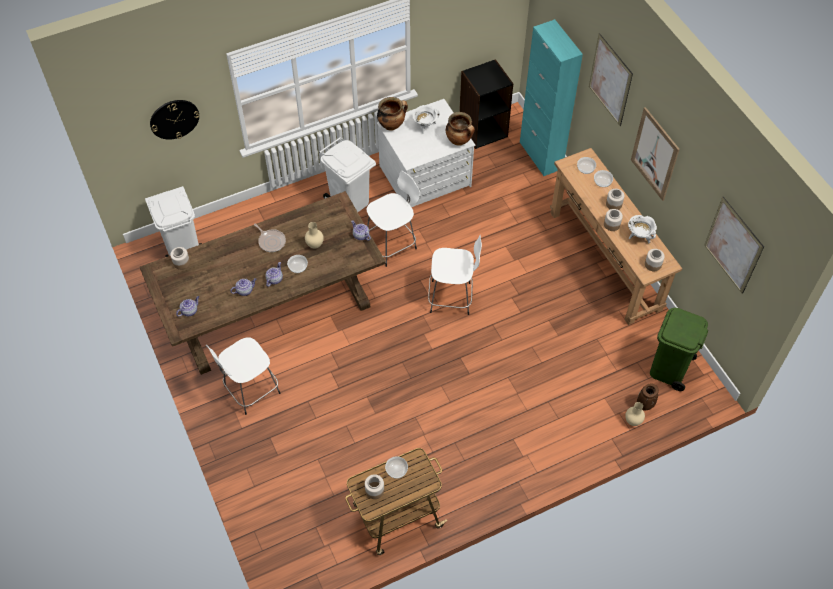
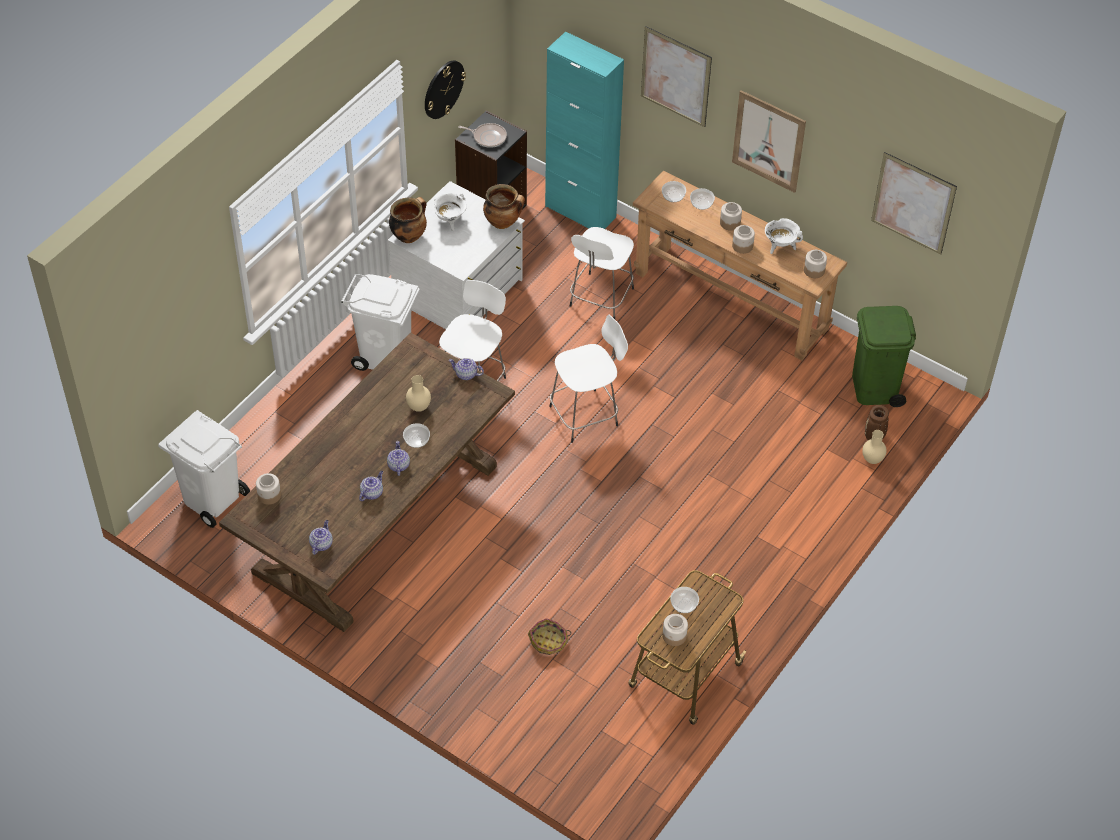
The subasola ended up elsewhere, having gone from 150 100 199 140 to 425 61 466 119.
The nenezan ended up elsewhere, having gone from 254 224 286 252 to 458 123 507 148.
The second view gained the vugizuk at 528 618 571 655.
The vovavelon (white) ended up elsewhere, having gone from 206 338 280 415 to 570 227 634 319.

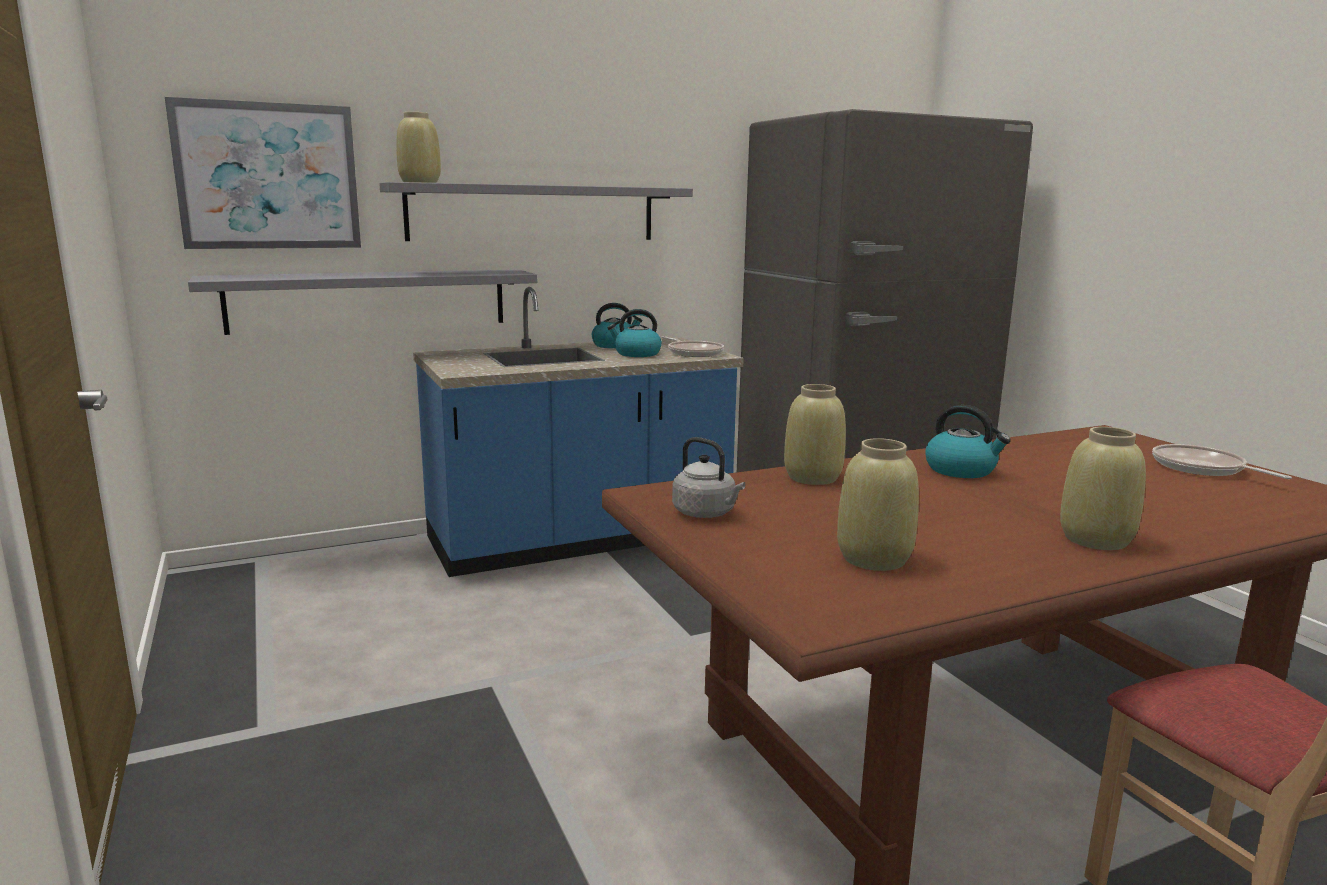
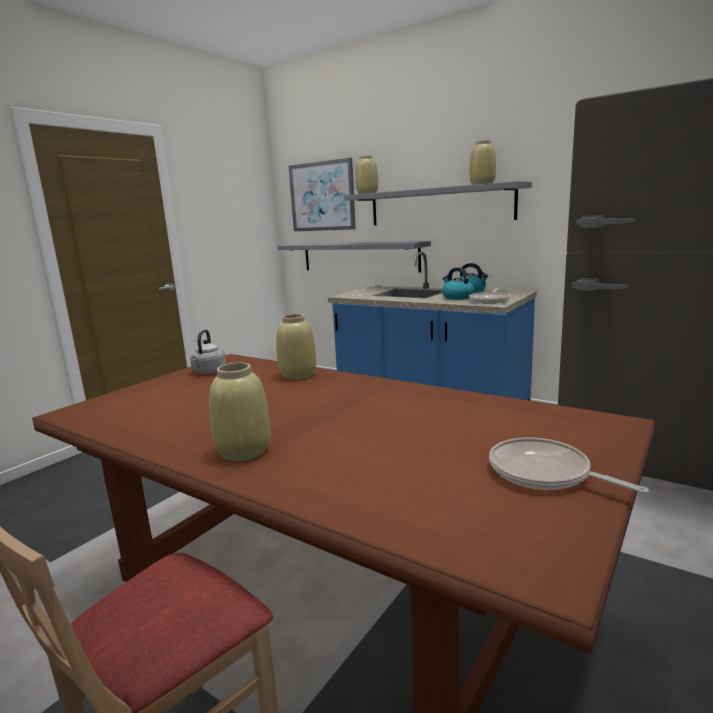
The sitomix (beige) ended up elsewhere, having gone from 837 438 919 571 to 469 140 496 185.
The nenezan at 1152 444 1292 479 ended up facing another way, 75 degrees counterclockwise from before.
The second view lost the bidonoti at 925 405 1011 478.

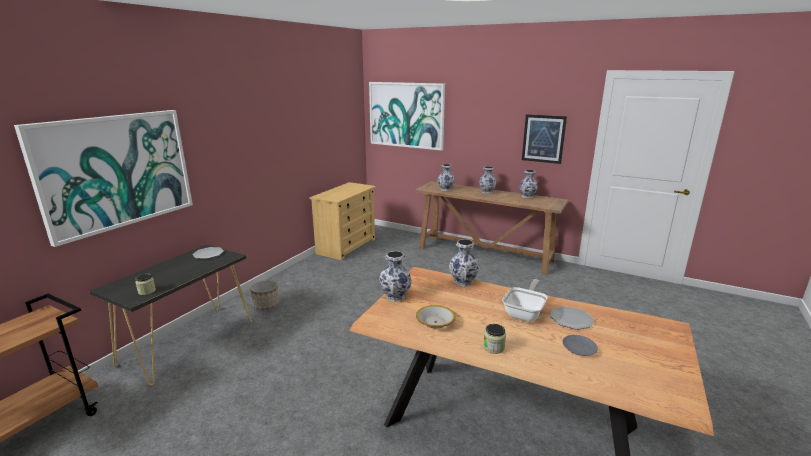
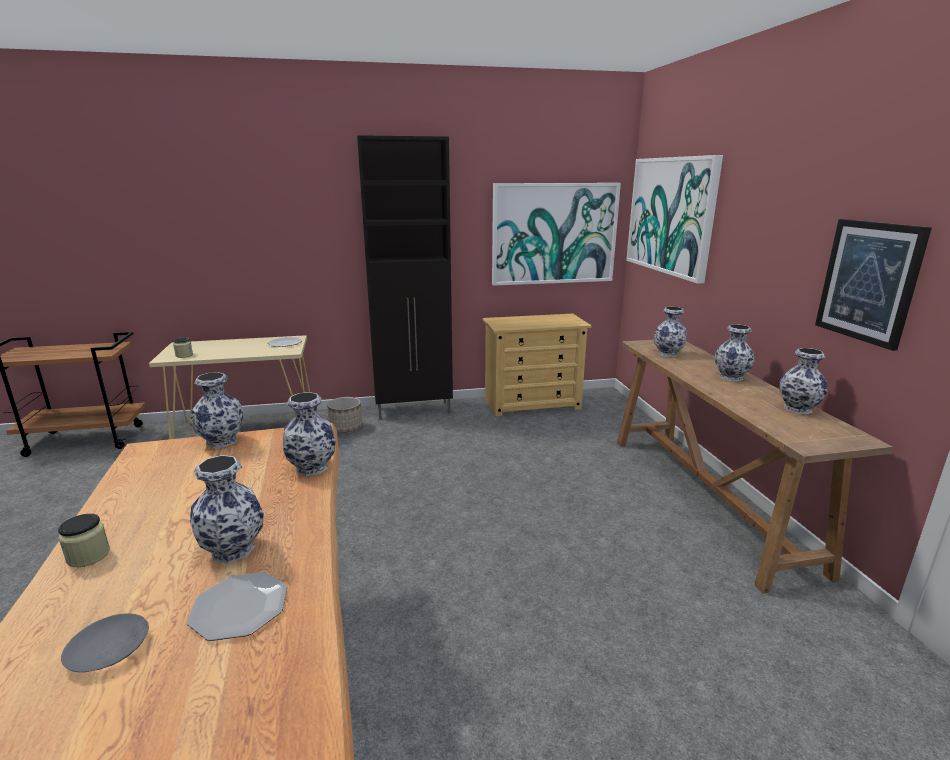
What was the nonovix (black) at 89 244 252 386 turned into the nonovix (beige) at 149 335 310 439.
Where the nenezan stood at 502 279 548 322, the sitomix came to stand at 190 455 264 563.
The second view gained the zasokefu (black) at 357 135 453 419.
The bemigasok ended up elsewhere, having gone from 14 110 193 247 to 492 183 621 286.
The second view lost the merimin at 416 305 455 328.

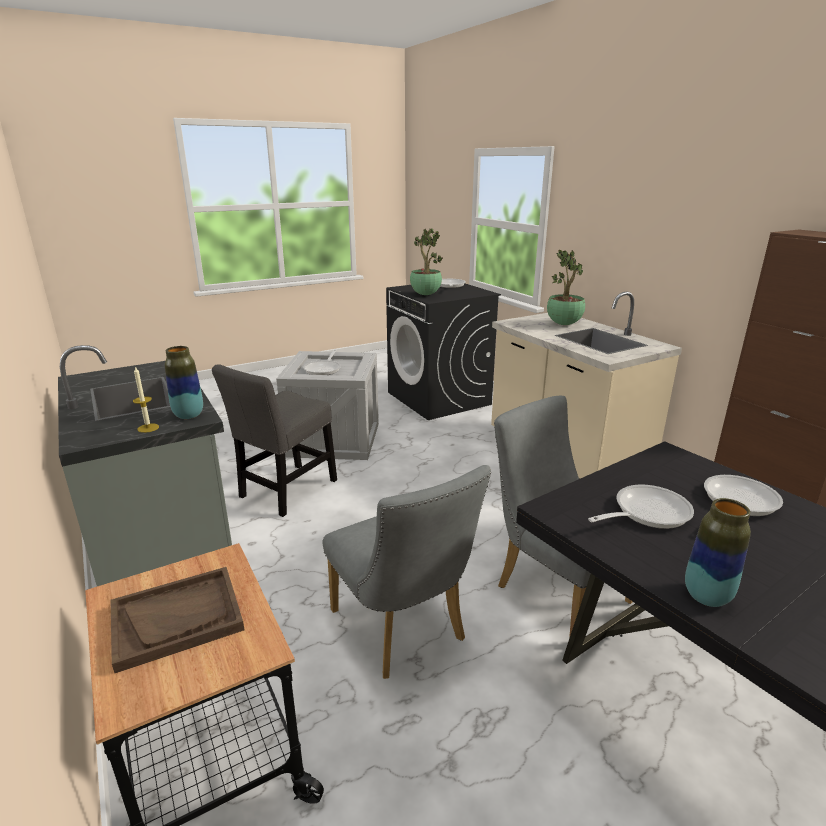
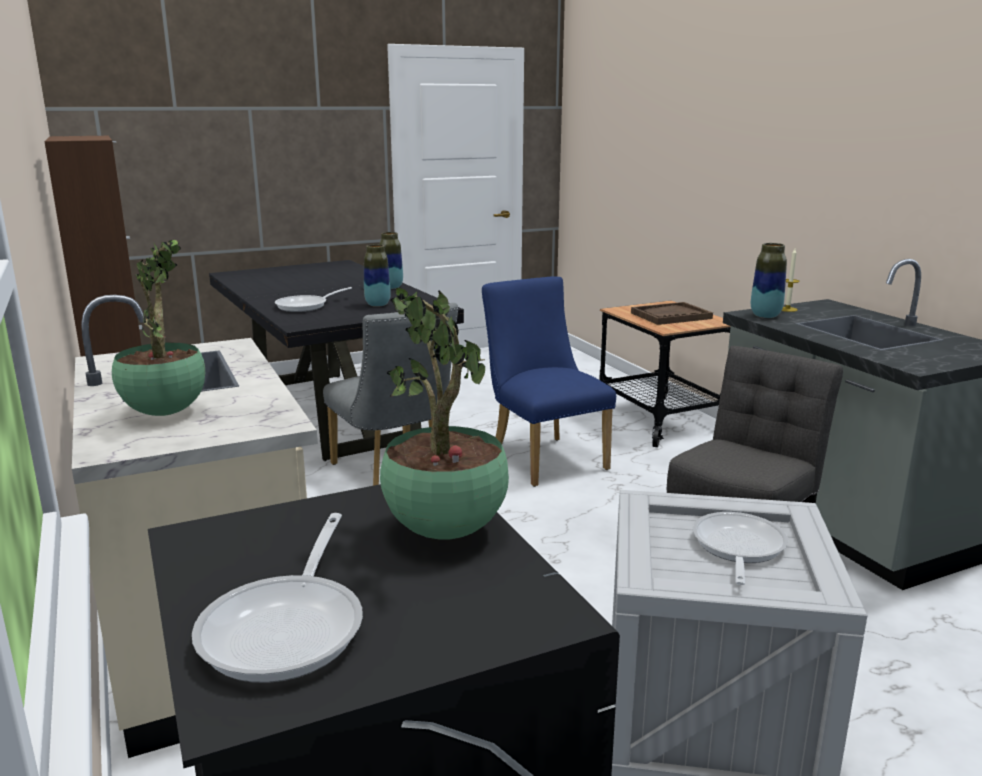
Where the nenezan stood at 588 485 694 529, the sitomix came to stand at 364 244 391 307.
What was the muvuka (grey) at 323 465 491 679 turned into the muvuka (blue) at 482 277 616 487.

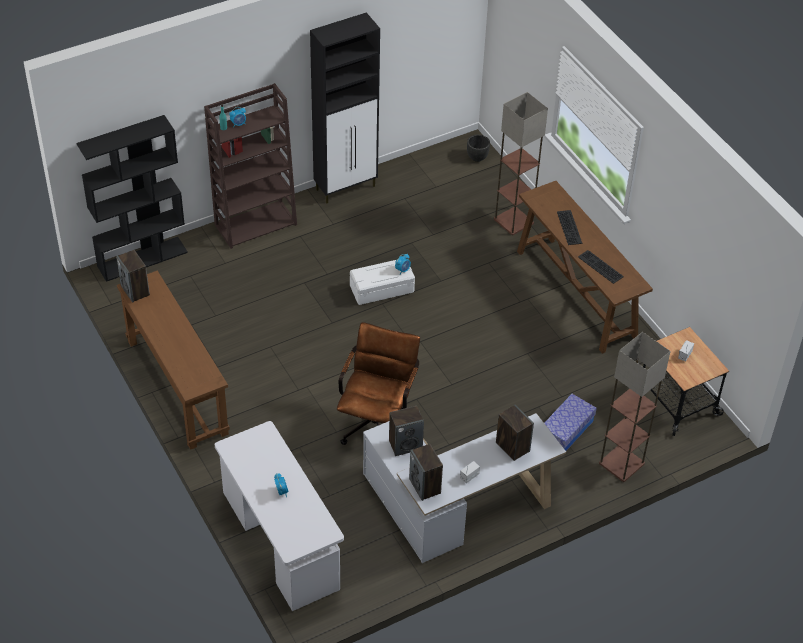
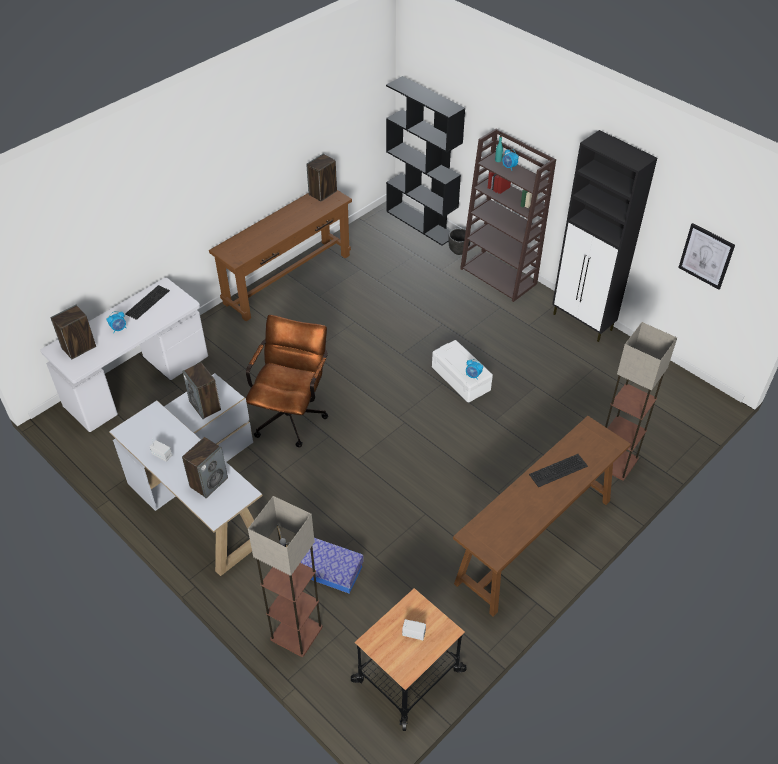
The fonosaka ended up elsewhere, having gone from 409 444 443 501 to 50 305 96 359.
The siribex ended up elsewhere, having gone from 578 250 624 284 to 125 285 170 320.
The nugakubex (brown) at 337 322 420 445 ended up facing another way, 75 degrees counterclockwise from before.
The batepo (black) ended up elsewhere, having gone from 467 134 490 162 to 448 228 471 255.
The second view gained the bemigasok at 678 223 735 290.

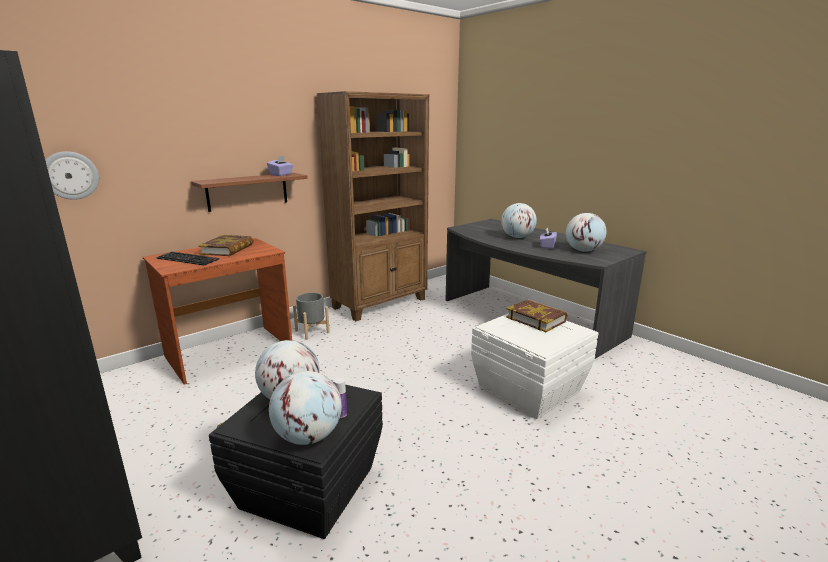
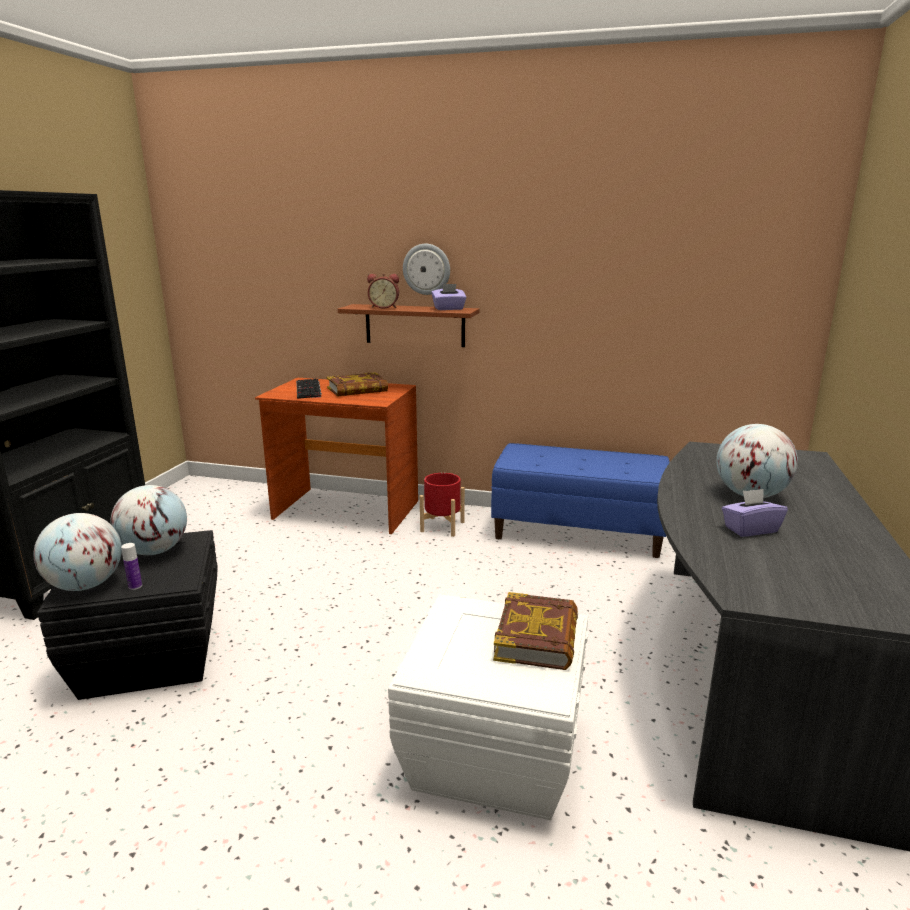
The second view gained the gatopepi at 367 274 399 309.
The subasola ended up elsewhere, having gone from 45 151 99 200 to 403 244 450 295.
What was the batepo (grey) at 293 293 330 340 turned into the batepo (red) at 420 473 465 537.
Where the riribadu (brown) stood at 317 91 429 321, the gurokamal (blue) came to stand at 491 443 670 558.
The second view lost the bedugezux at 566 213 607 252.

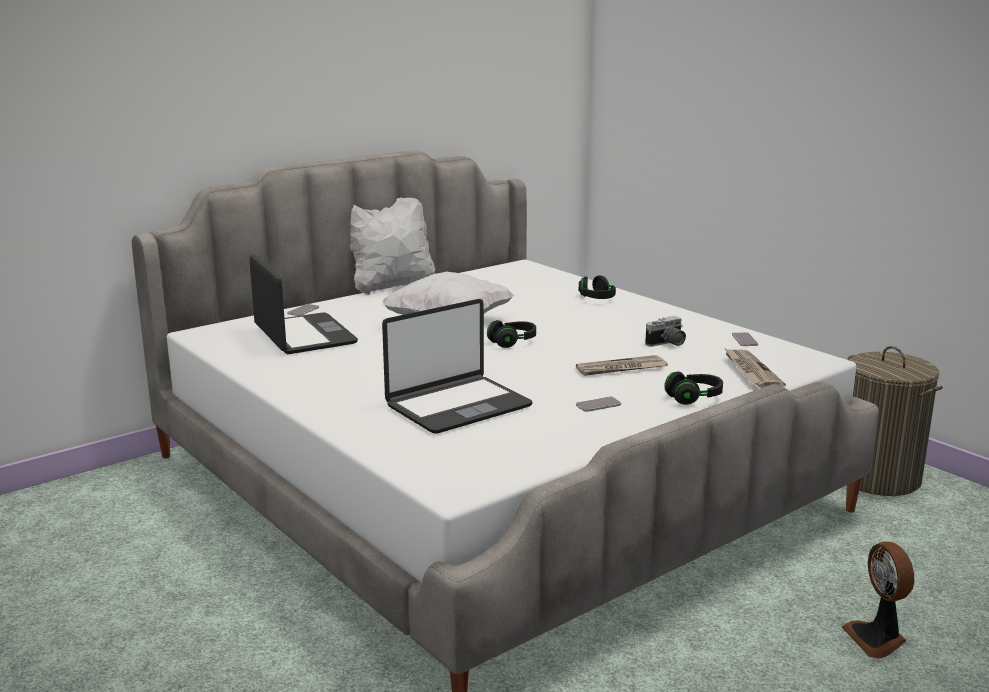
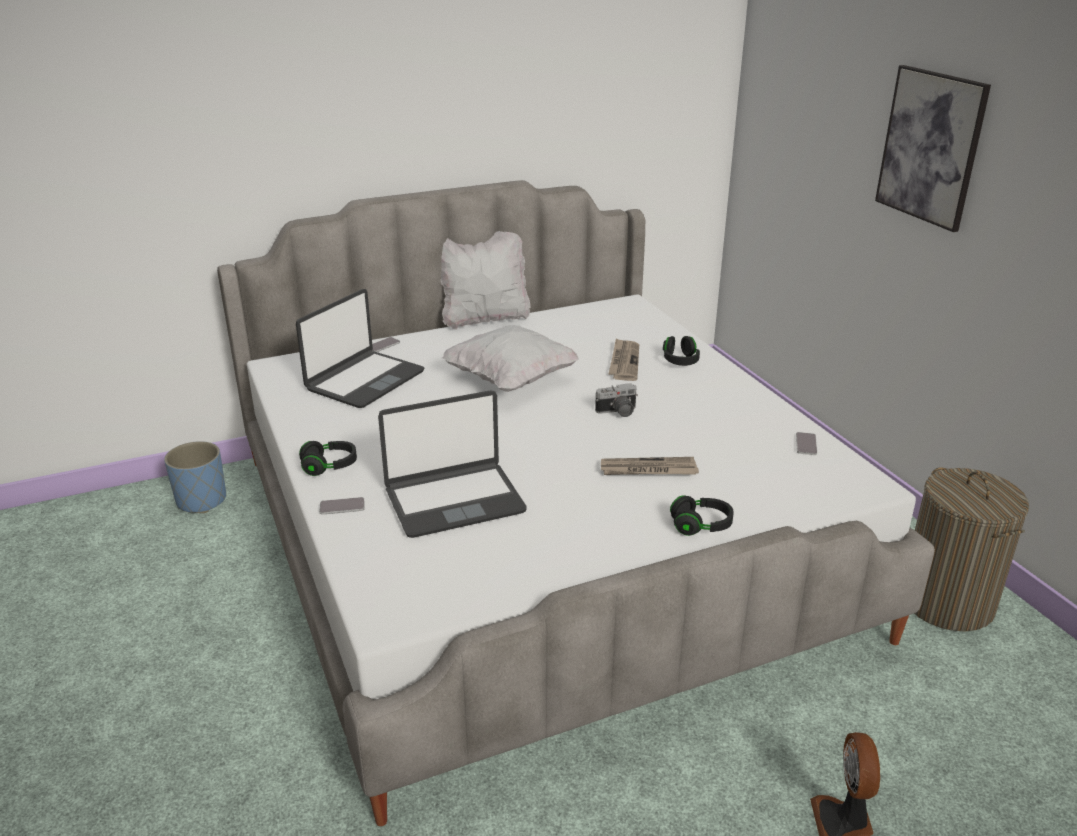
The second view gained the batepo (blue) at 164 441 226 513.
The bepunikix at 249 254 358 354 ended up facing another way, 45 degrees clockwise from before.
The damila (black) ended up elsewhere, having gone from 487 320 536 348 to 299 441 357 476.
The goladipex ended up elsewhere, having gone from 576 396 621 412 to 319 497 365 515.
The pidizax ended up elsewhere, having gone from 645 316 686 347 to 595 383 638 417.
The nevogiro ended up elsewhere, having gone from 724 348 786 388 to 609 338 639 381.
The second view gained the bemigasok at 875 65 991 232.

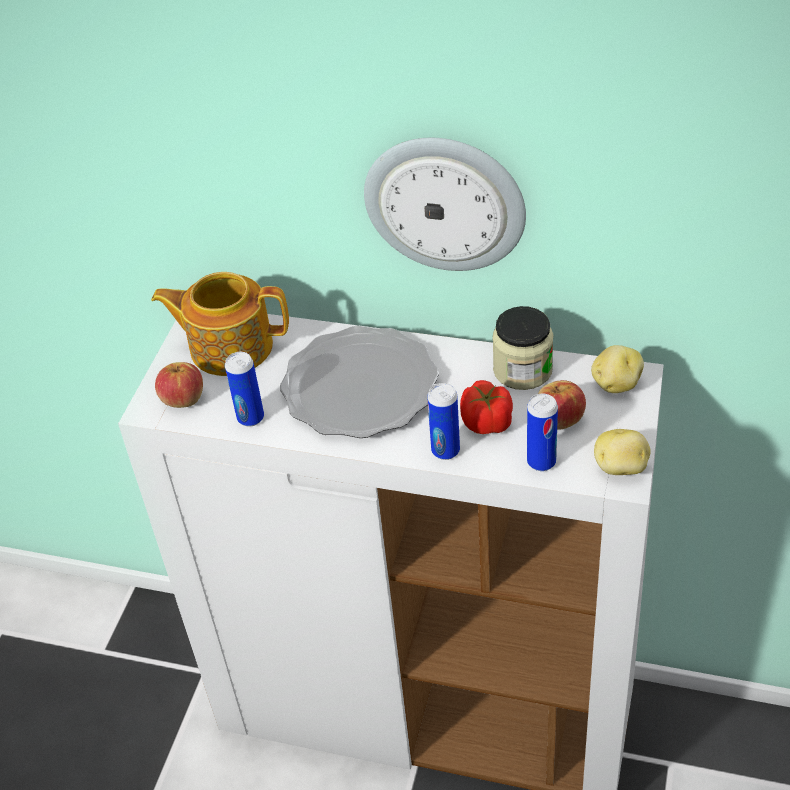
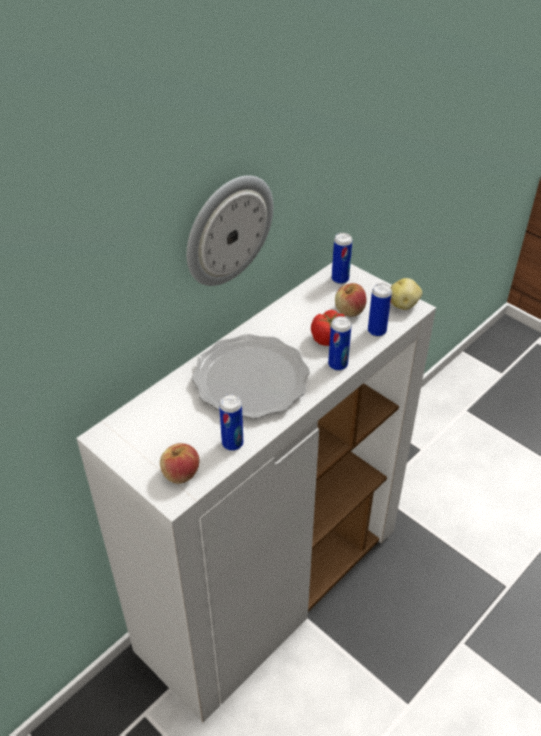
Where the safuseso stood at 591 345 644 393, the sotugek came to stand at 332 233 352 284.
The second view lost the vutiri at 151 272 289 376.
The second view lost the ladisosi at 492 306 553 390.

